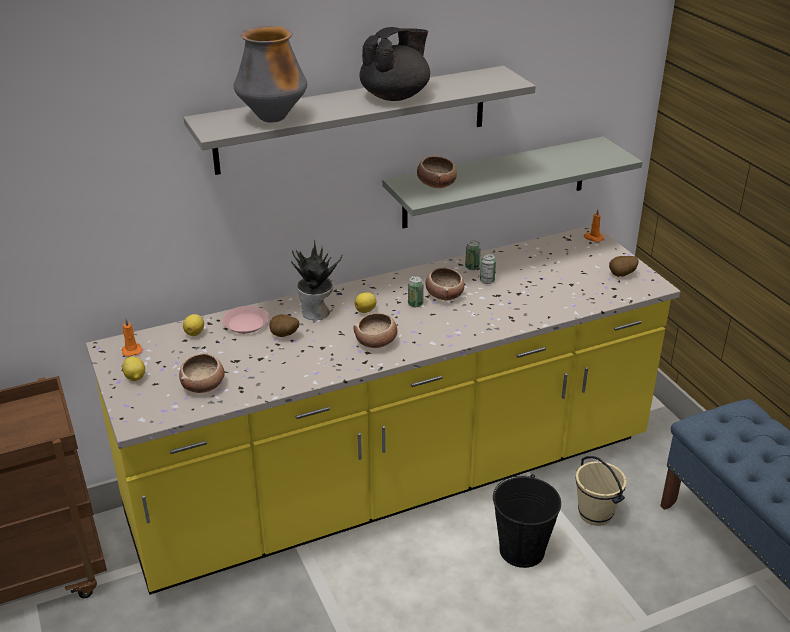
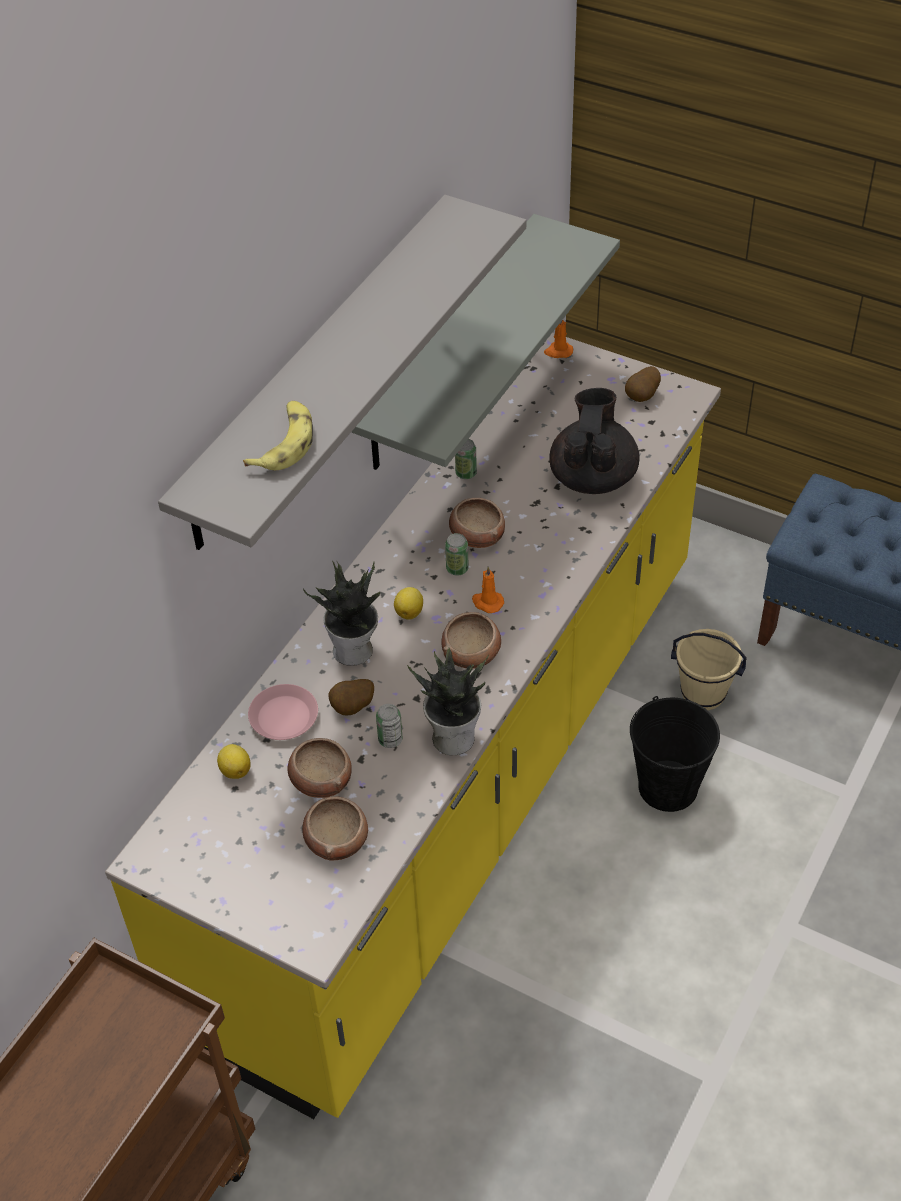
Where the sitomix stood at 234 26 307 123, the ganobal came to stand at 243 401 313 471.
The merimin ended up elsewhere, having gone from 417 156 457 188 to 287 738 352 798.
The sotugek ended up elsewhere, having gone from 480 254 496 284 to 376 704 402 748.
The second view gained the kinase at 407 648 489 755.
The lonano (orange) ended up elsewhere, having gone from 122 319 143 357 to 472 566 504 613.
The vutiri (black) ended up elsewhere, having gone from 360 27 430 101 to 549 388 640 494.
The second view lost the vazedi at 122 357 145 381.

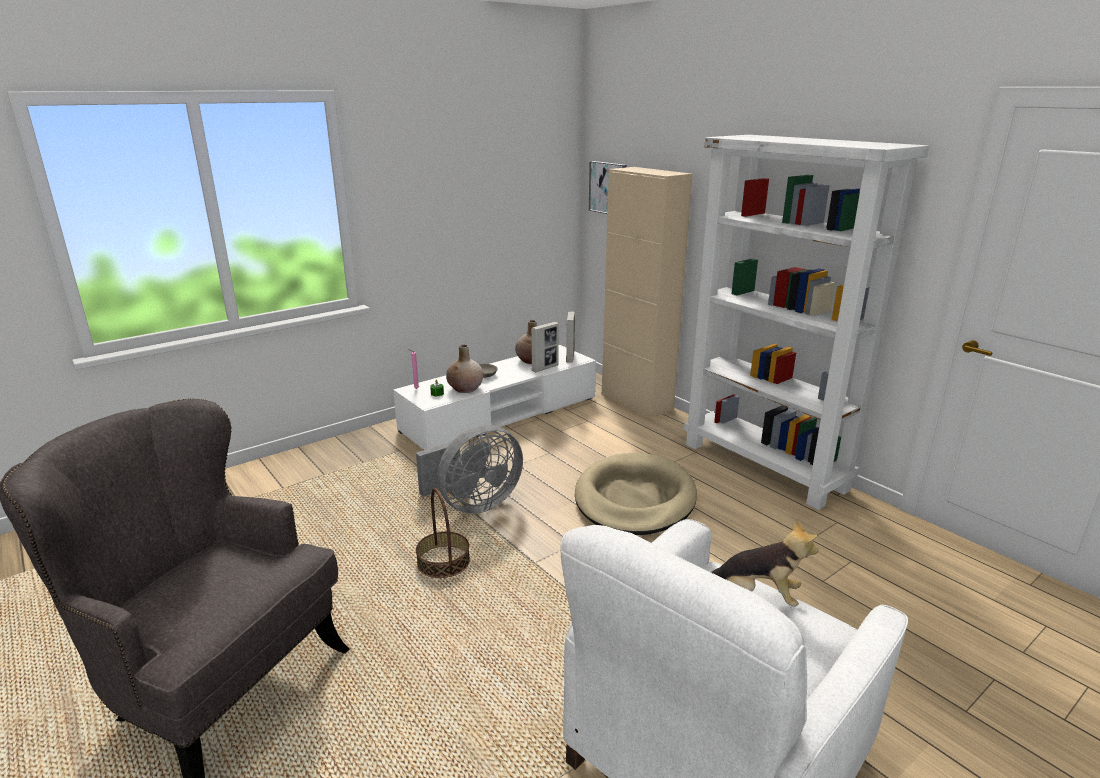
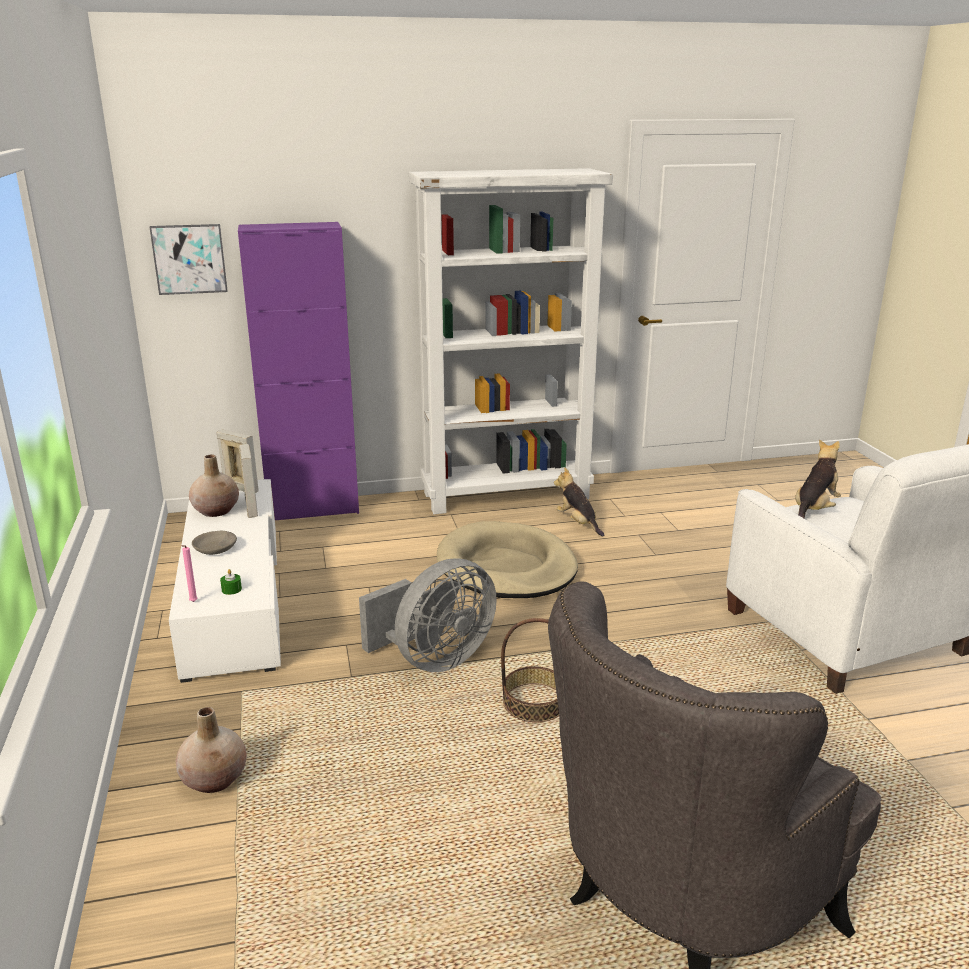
The sitomix (beige) ended up elsewhere, having gone from 446 345 483 393 to 176 707 247 793.
What was the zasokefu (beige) at 602 167 693 418 turned into the zasokefu (purple) at 238 222 359 520.
The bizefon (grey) at 416 425 523 514 ended up facing another way, 60 degrees clockwise from before.
The second view gained the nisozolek at 554 467 604 537.

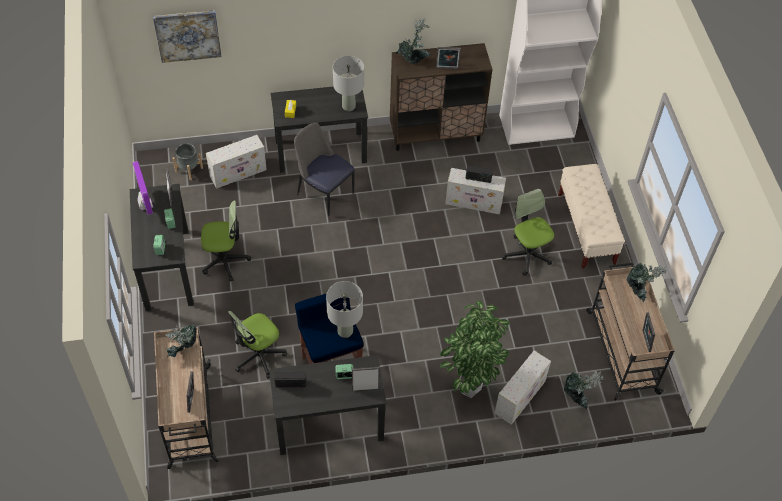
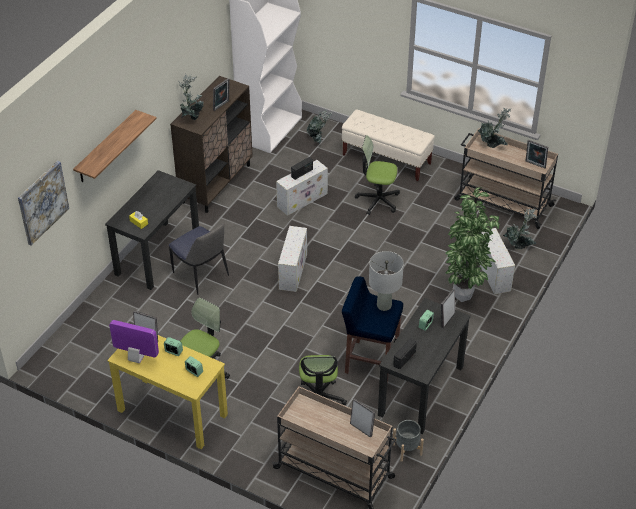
The second view gained the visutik at 73 110 157 182.
What was the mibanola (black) at 130 184 194 311 turned into the mibanola (yellow) at 107 335 228 449.
The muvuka at 294 123 355 216 ended up facing another way, 120 degrees counterclockwise from before.
The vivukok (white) ended up elsewhere, having gone from 206 135 267 189 to 278 226 307 292.
The kinase ended up elsewhere, having gone from 166 325 197 358 to 307 110 332 144.
The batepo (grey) ended up elsewhere, having gone from 173 143 203 180 to 393 420 424 462.
The second view lost the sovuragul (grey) at 333 56 364 111.

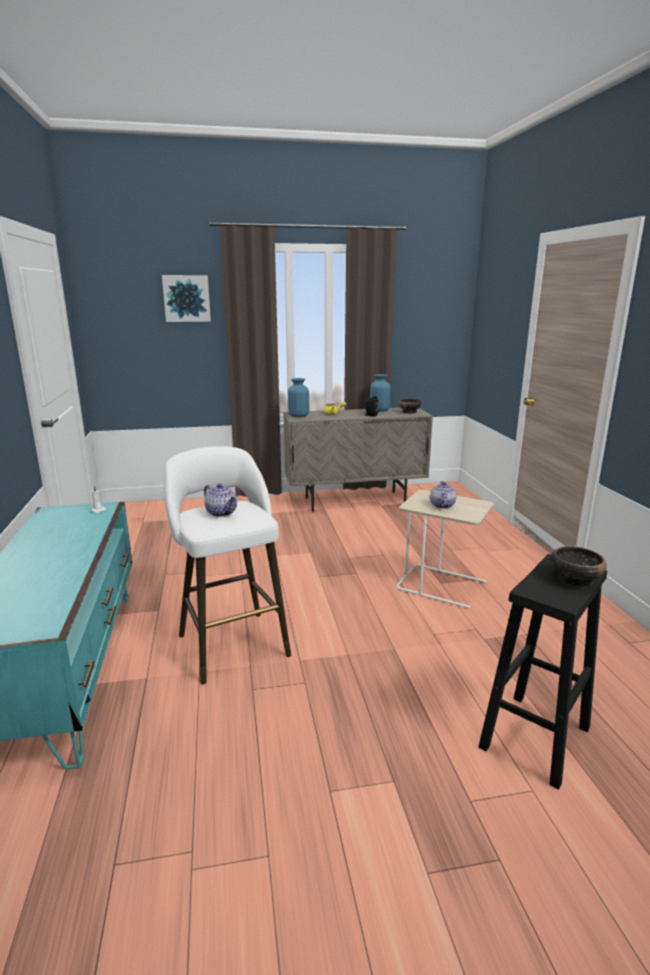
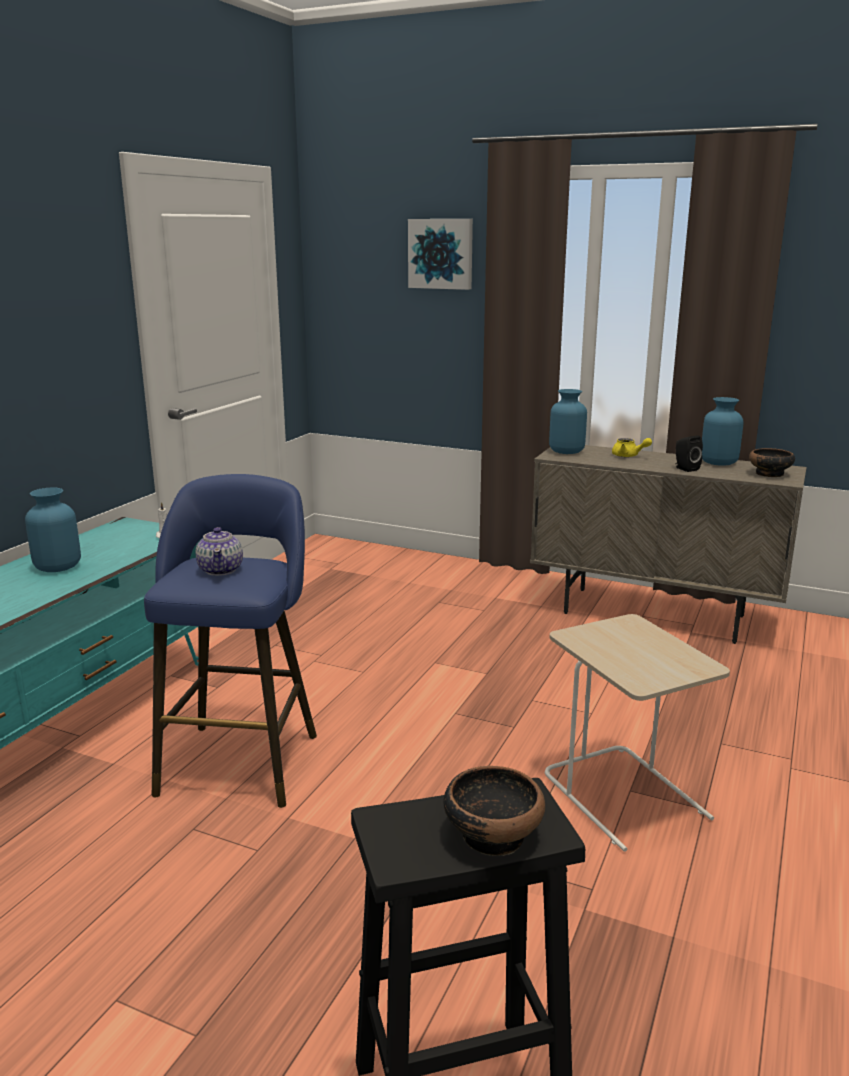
The second view gained the sitomix (blue) at 25 488 81 572.
What was the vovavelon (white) at 164 446 291 684 turned into the vovavelon (blue) at 144 474 317 808.
The second view lost the vutiri at 430 481 456 509.

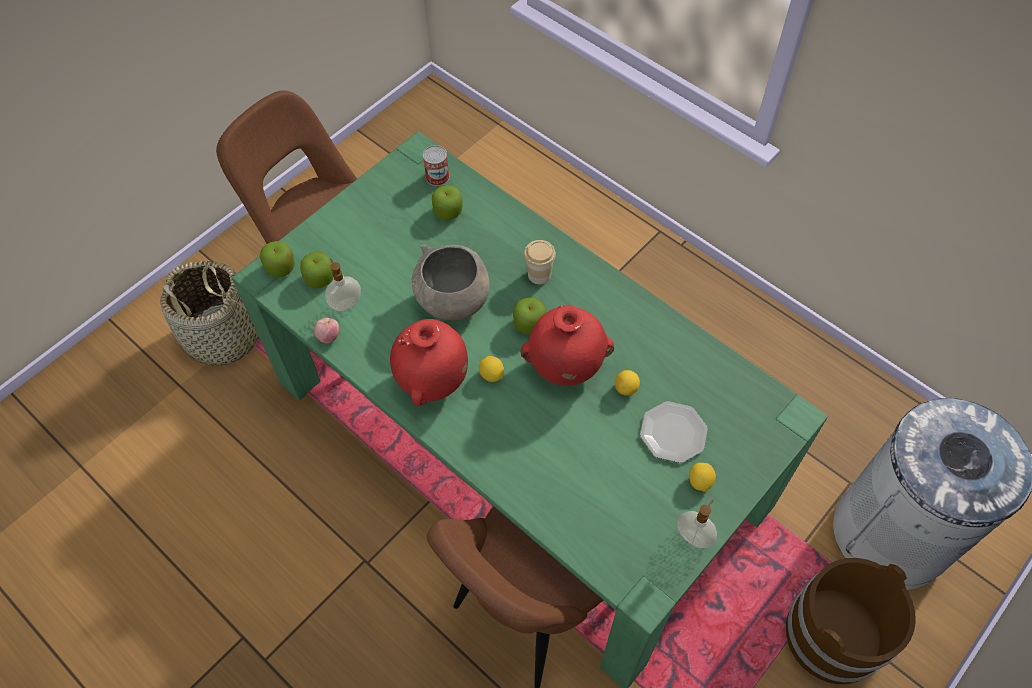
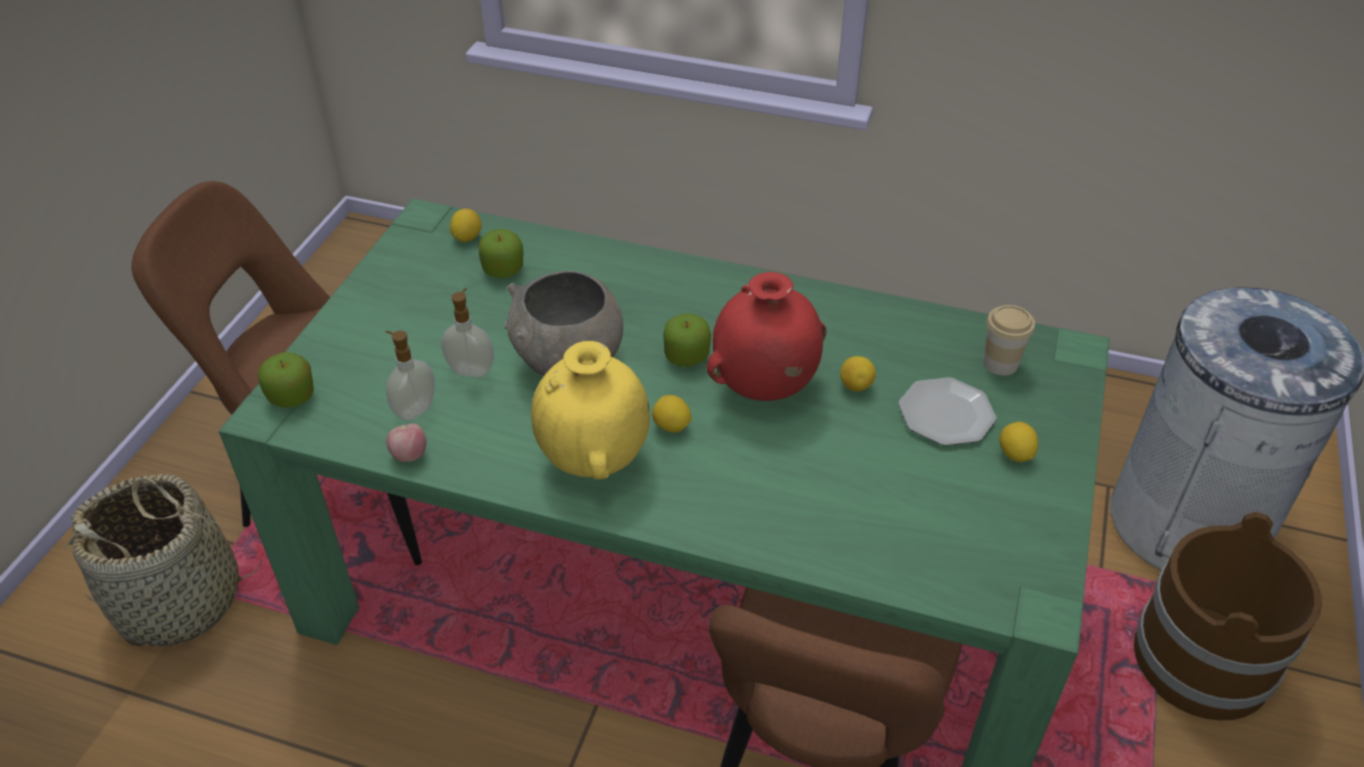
The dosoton ended up elsewhere, having gone from 678 500 717 548 to 441 288 494 377.
Where the sotugek stood at 423 145 449 186, the vazedi came to stand at 450 209 482 242.
What was the sitomix (red) at 390 319 468 406 turned into the sitomix (yellow) at 531 341 650 479.
The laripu ended up elsewhere, having gone from 524 240 556 284 to 983 305 1035 376.
The second view lost the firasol at 300 251 333 288.

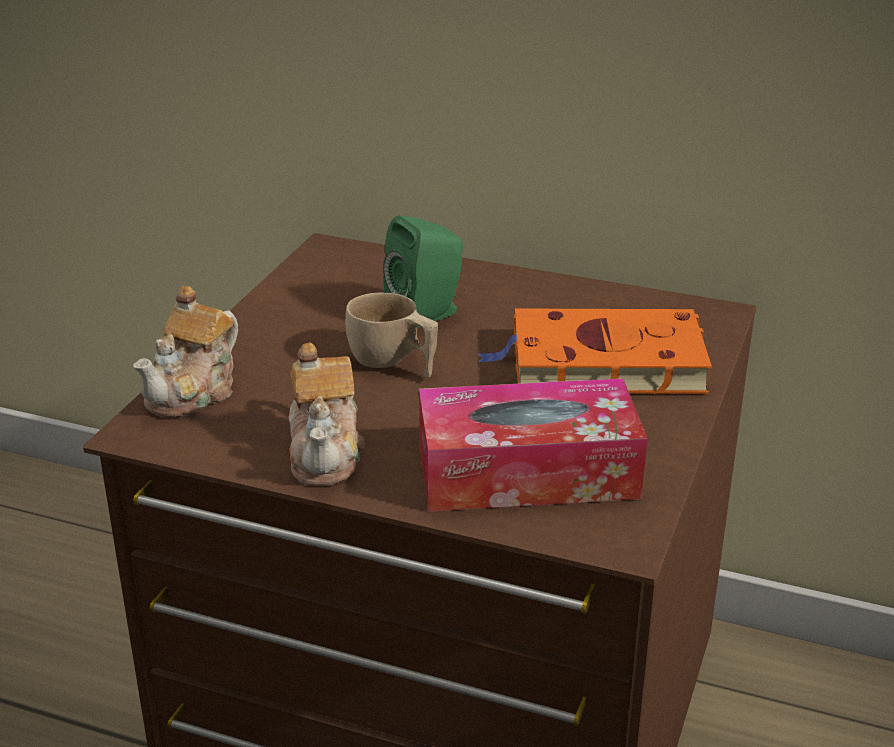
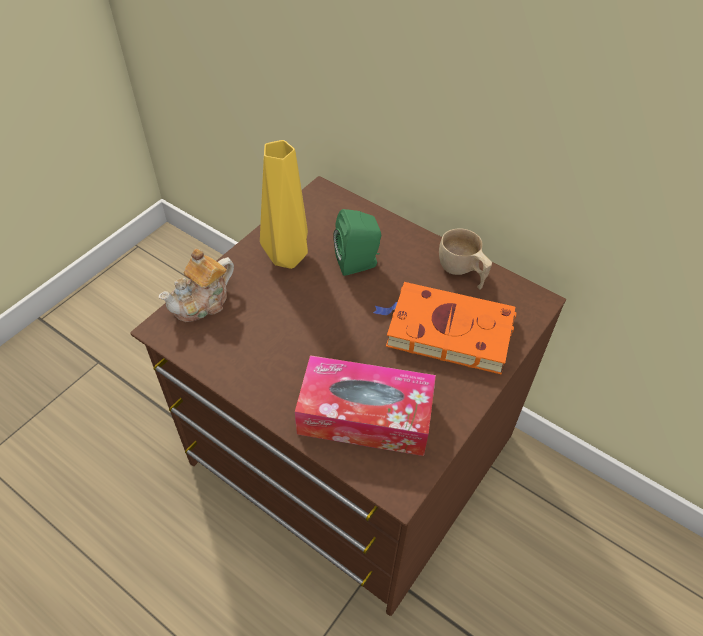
The second view gained the sitomix (yellow) at 260 140 308 269.
The laripu (beige) ended up elsewhere, having gone from 345 293 438 377 to 439 228 492 290.
The second view lost the vutiri at 289 342 365 486.

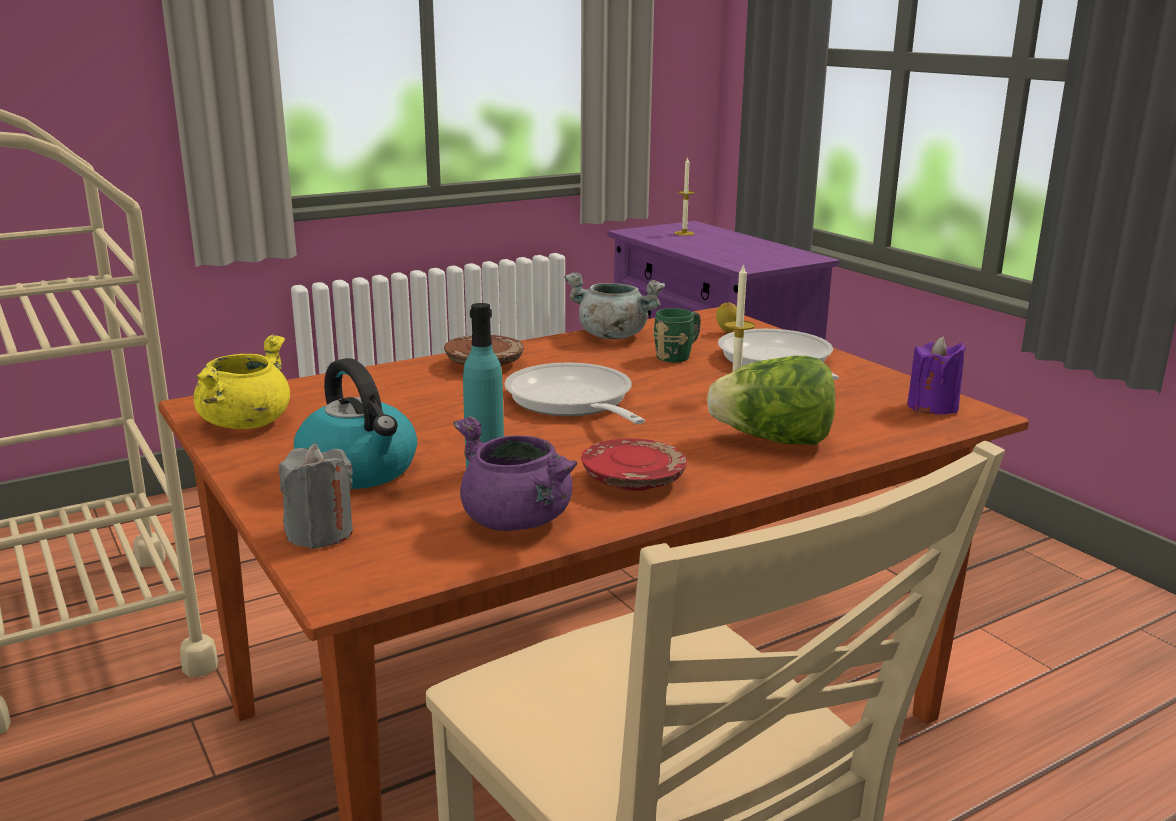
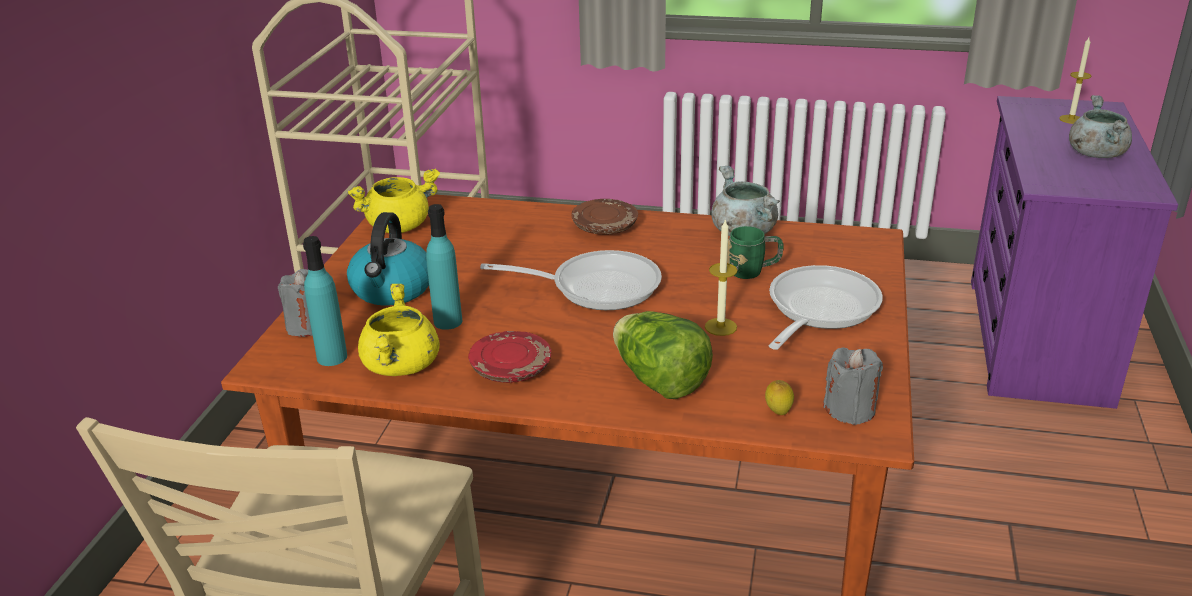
The second view gained the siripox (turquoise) at 303 236 347 366.
What was the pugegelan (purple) at 453 417 577 531 turned into the pugegelan (yellow) at 358 284 440 376.
The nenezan at 505 363 645 424 ended up facing another way, 75 degrees clockwise from before.
The vazedi ended up elsewhere, having gone from 716 302 737 332 to 765 380 794 415.
What was the lonano (purple) at 907 336 966 415 turned into the lonano (grey) at 823 347 883 425.
The second view gained the pugegelan (grey) at 1069 95 1132 158.

